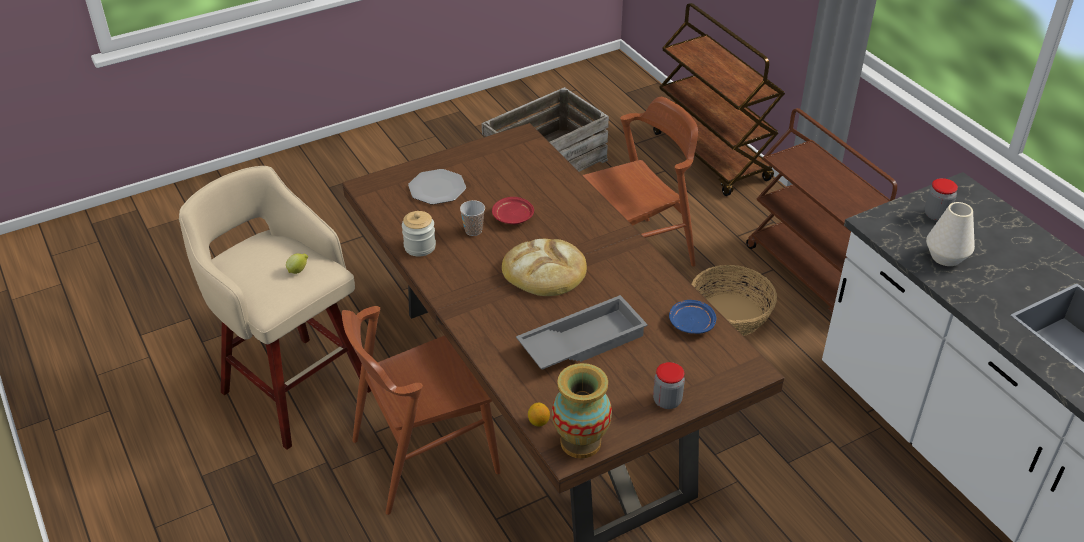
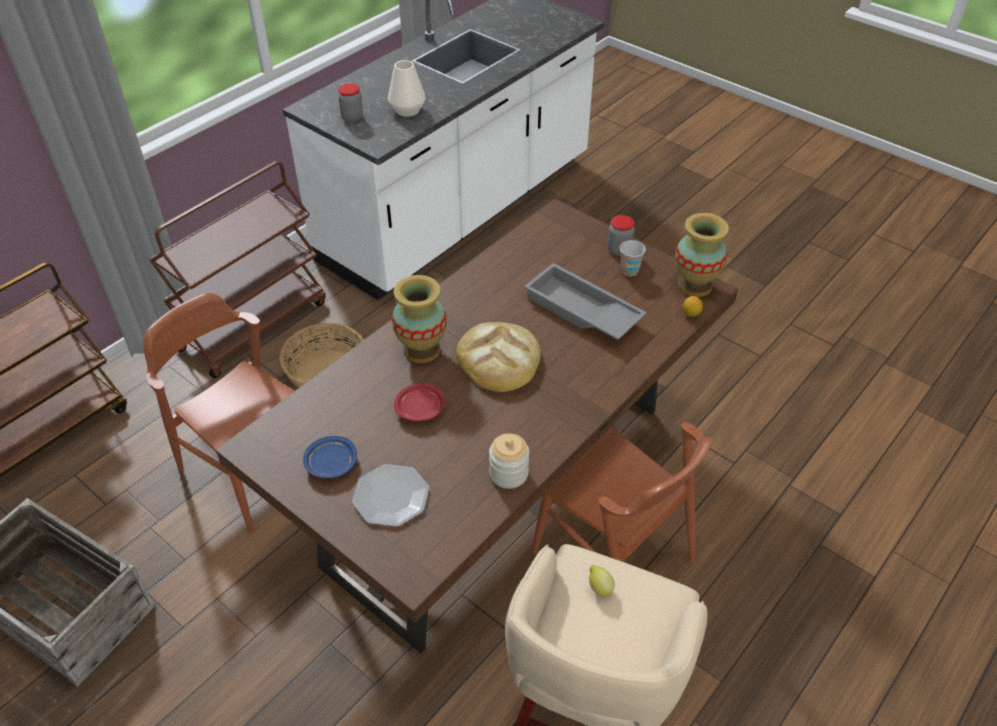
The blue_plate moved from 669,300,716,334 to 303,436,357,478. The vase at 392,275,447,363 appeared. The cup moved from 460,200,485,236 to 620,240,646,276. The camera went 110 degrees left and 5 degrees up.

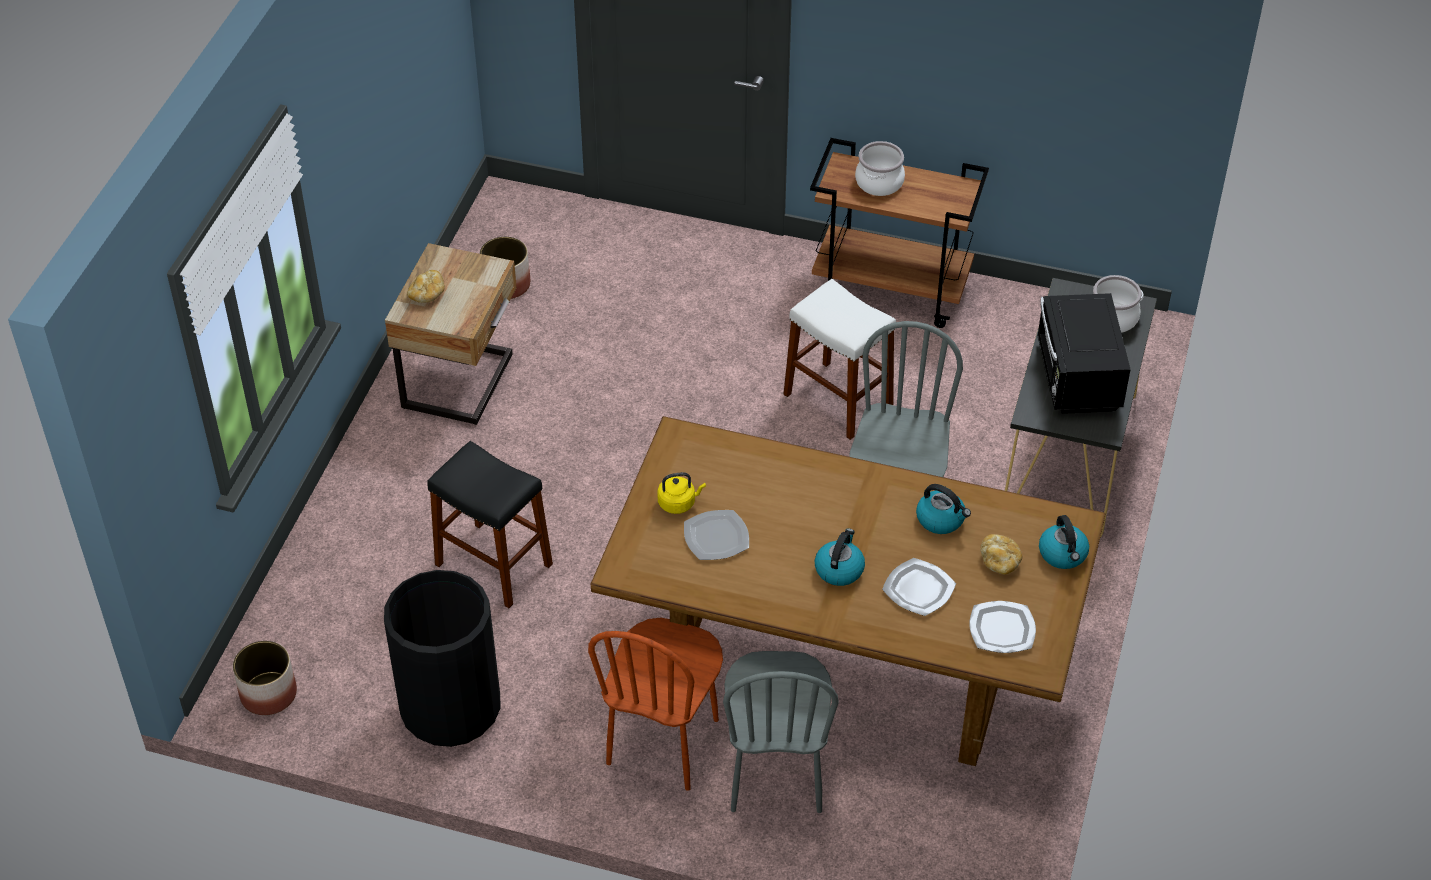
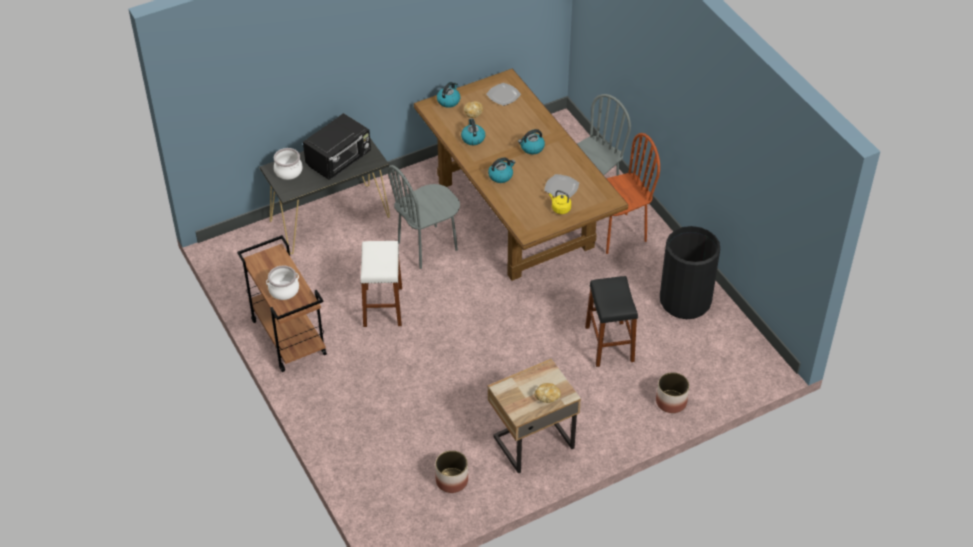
The kettle at 488,158,515,183 appeared. The planter moved from 233,641,297,715 to 656,372,689,413. The plate at 882,558,956,616 disappeared. The camera went 135 degrees left and 0 degrees up.

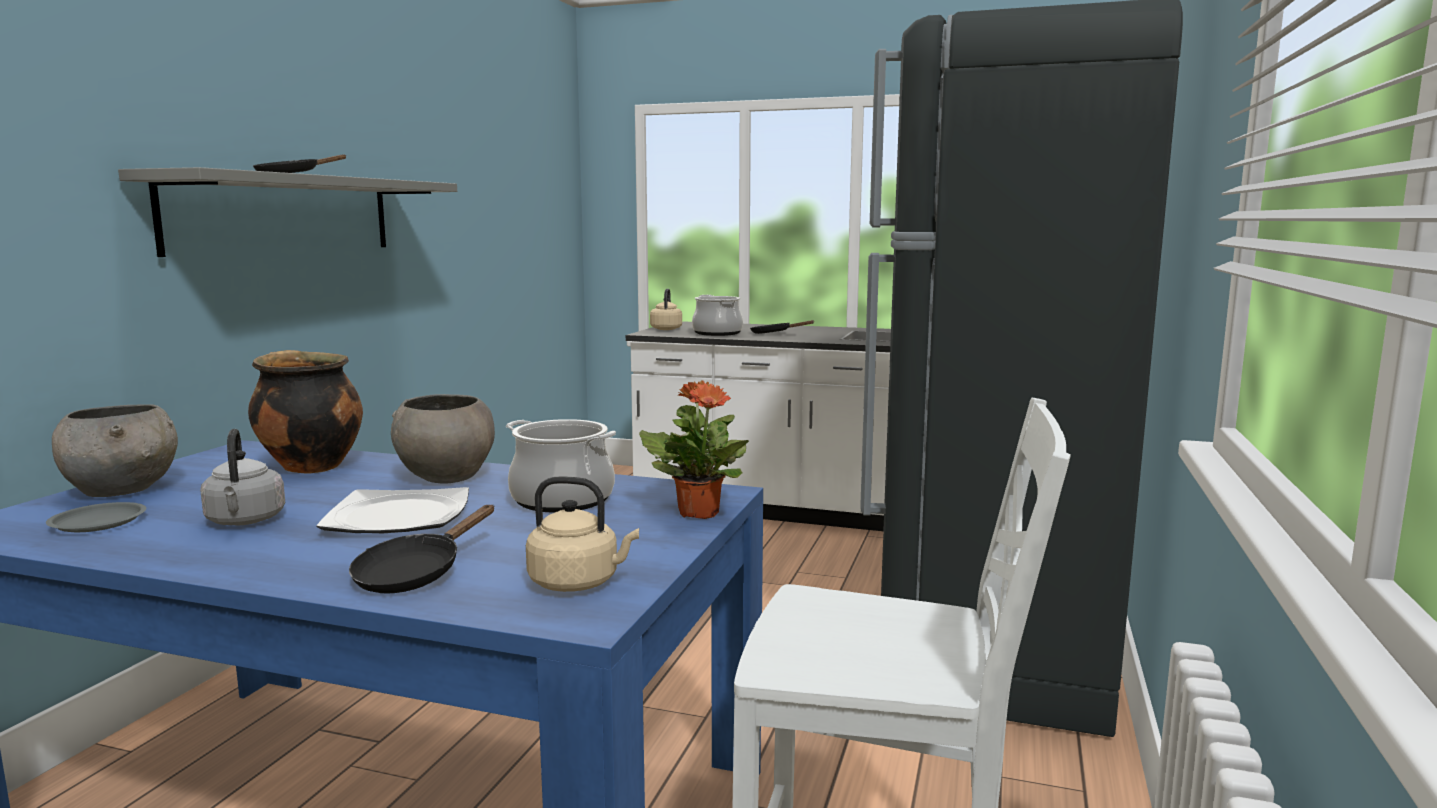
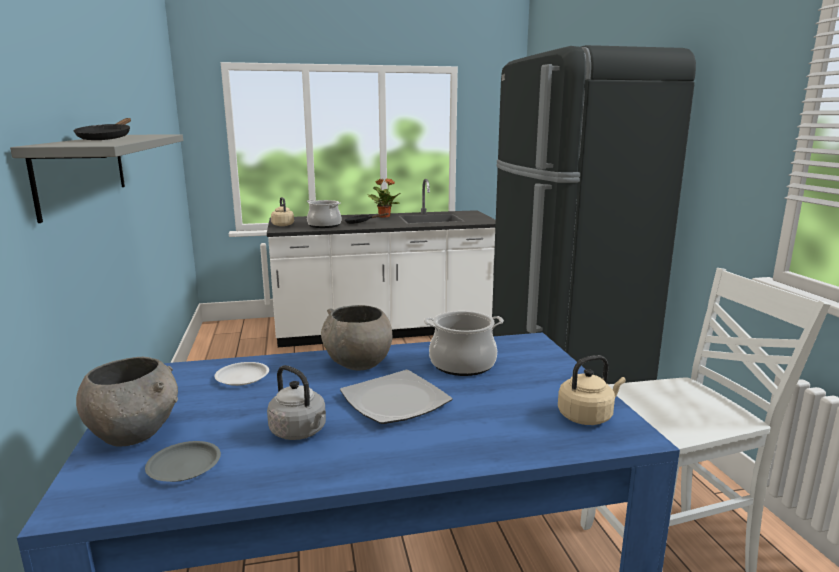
The cooking_pot at 248,350,363,473 was replaced by the white_plate at 214,362,269,386. The potted_plant moved from 639,380,749,519 to 367,178,400,218. The black_frying_pan at 349,505,494,594 disappeared. The camera went 30 degrees left and 5 degrees up.

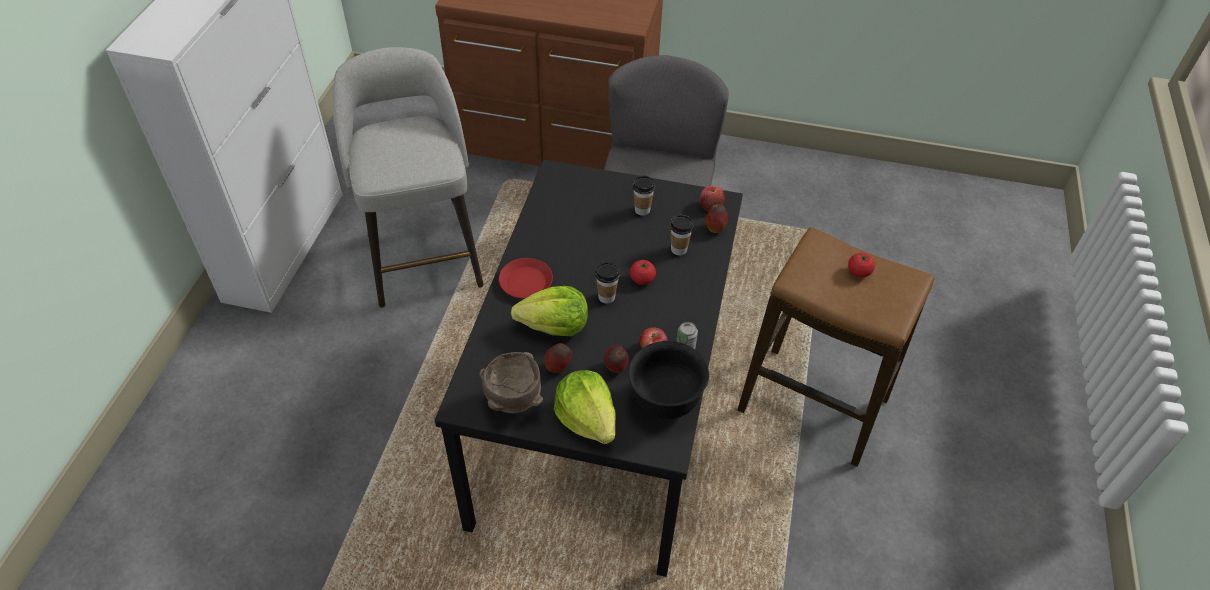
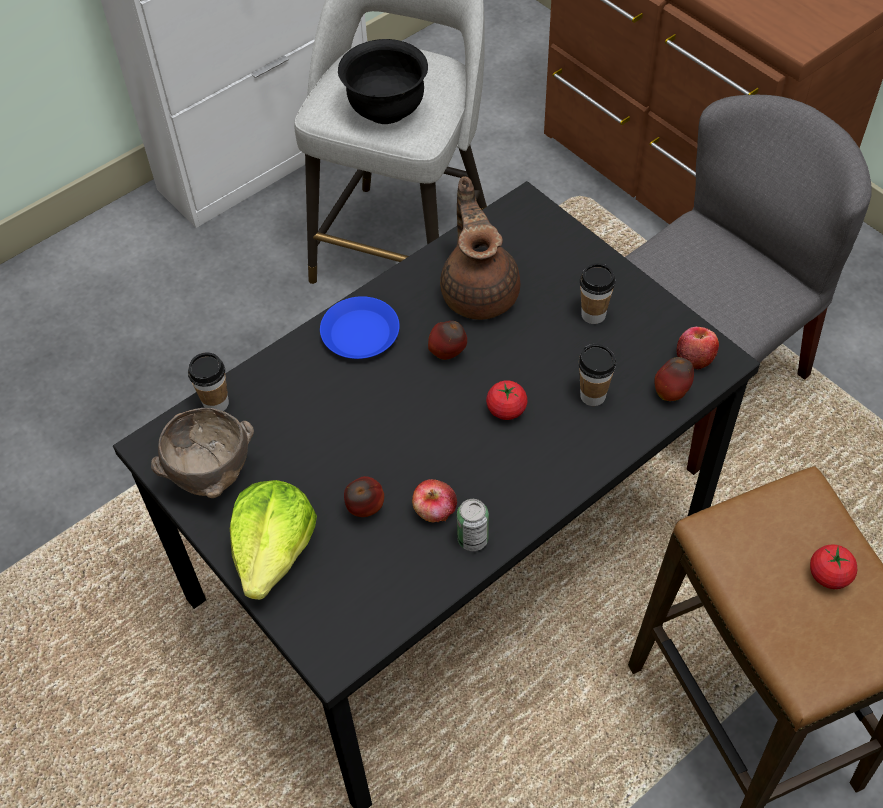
The cup moved from 595,262,620,304 to 188,352,229,411. The red_plate at 499,258,553,299 became the blue_plate at 320,296,400,359. The black_bowl moved from 628,341,709,419 to 338,39,428,124. The apple moved from 544,343,572,373 to 428,321,467,360. The brown_teapot at 440,177,520,320 appeared. The lettuce at 511,286,588,336 disappeared. The camera went 40 degrees right and 5 degrees up.

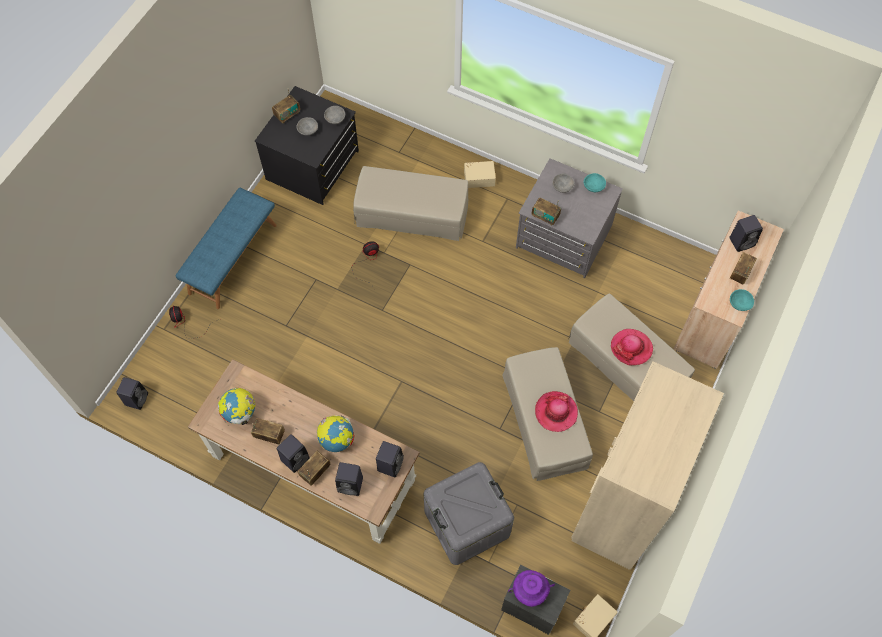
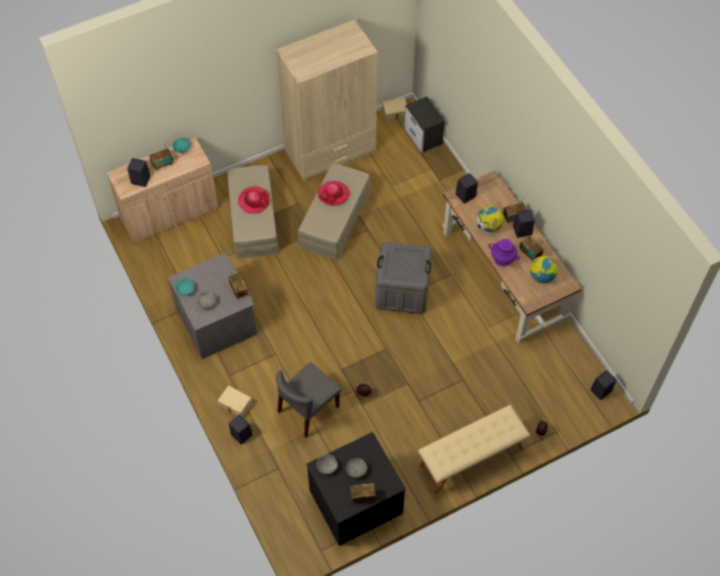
The black_speaker moved from 335,462,363,496 to 229,415,252,445. The beige_ottoman at 353,166,468,241 was replaced by the grey_chair at 276,362,341,438. The grey_storage_box moved from 424,462,514,565 to 375,242,432,314. The blue_bench at 175,188,277,309 became the beige_bench at 418,405,530,493. The purple_vase moved from 508,570,555,607 to 489,239,520,266. The camera went 145 degrees left and 5 degrees down.

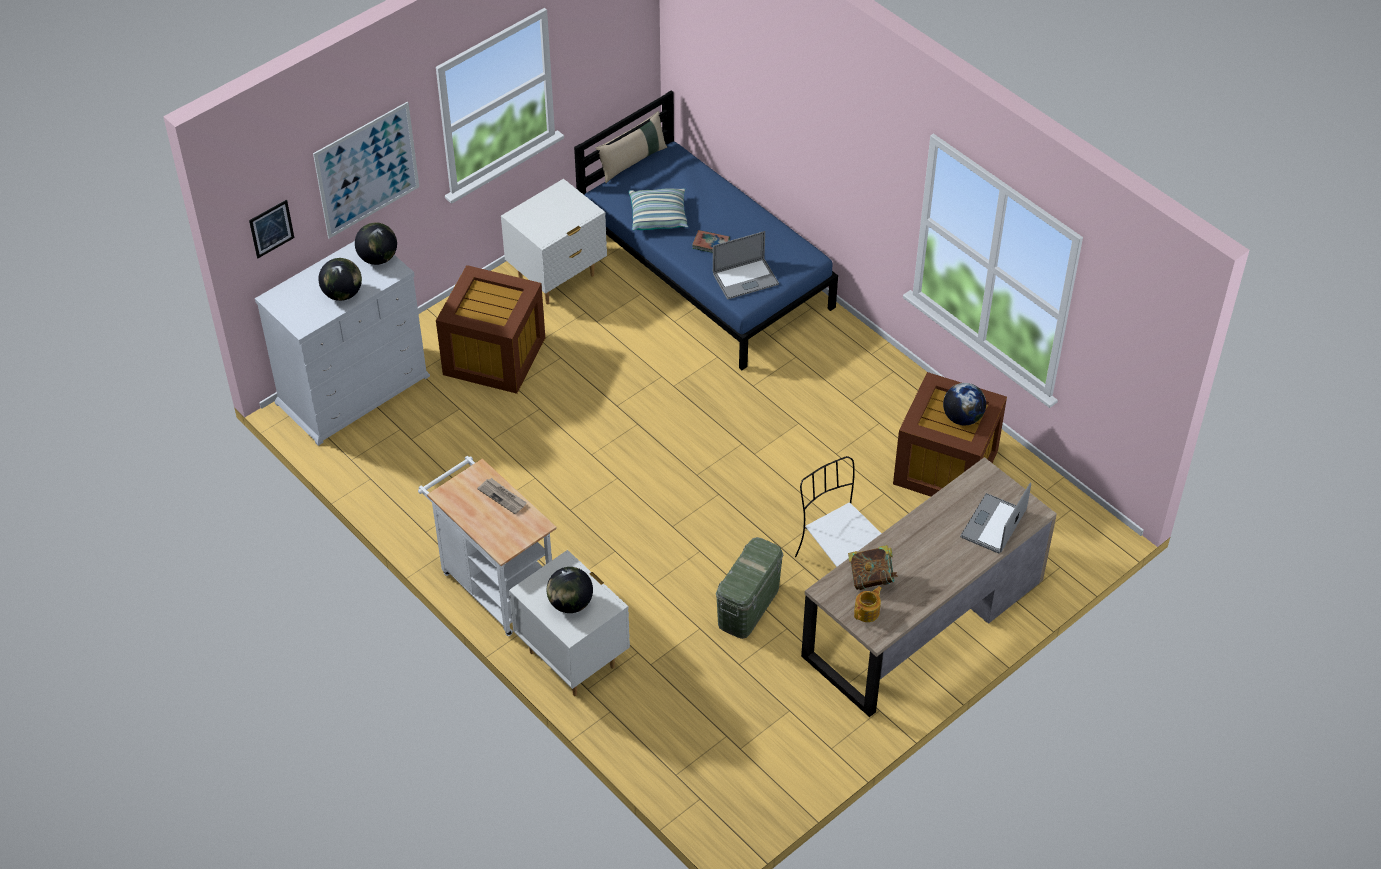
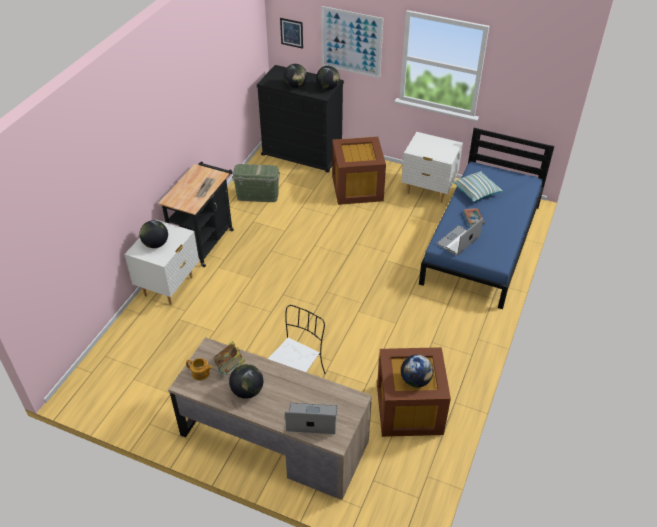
The white_cart at 418,456,557,636 became the black_cart at 159,162,234,267. The globe at 229,364,263,399 appeared. The green_storage_box moved from 716,537,783,639 to 232,164,280,202. The white_dresser at 255,241,430,446 became the black_dresser at 257,65,344,173. The laptop at 713,231,779,299 turned 90 degrees clockwise. The beige_pillow at 596,111,667,183 disappeared. The camera went 65 degrees right and 5 degrees down.

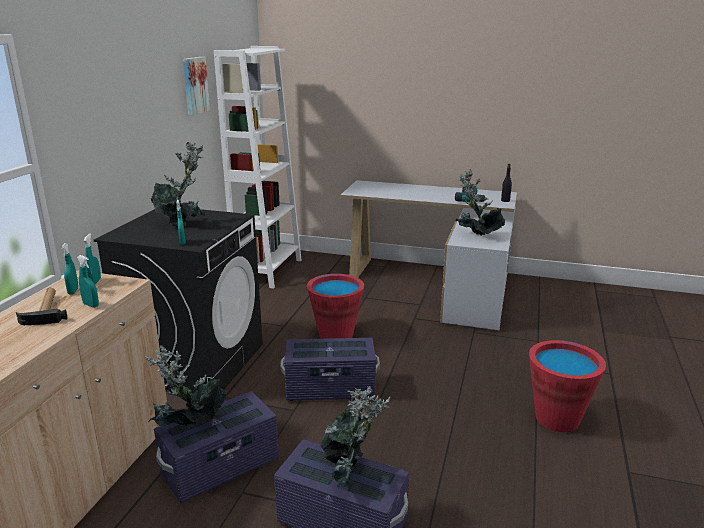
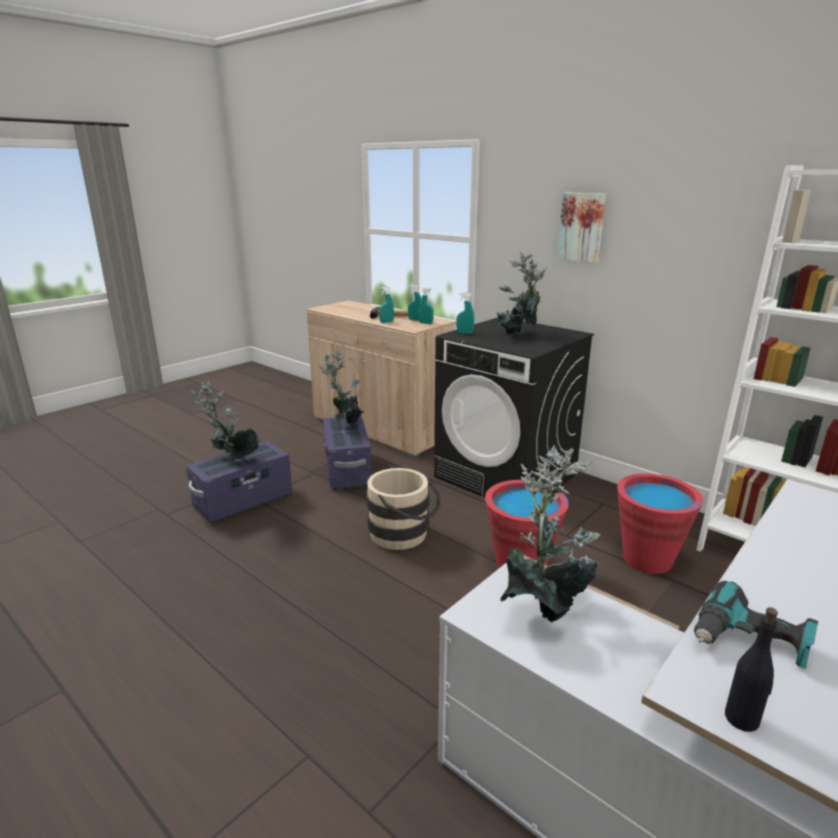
The purple_storage_box at 280,338,380,401 was replaced by the beige_bucket at 366,468,440,550. The picture moved from 183,57,210,115 to 557,192,606,263. The red_bucket moved from 529,340,606,432 to 617,473,703,574. The camera went 115 degrees right and 0 degrees up.

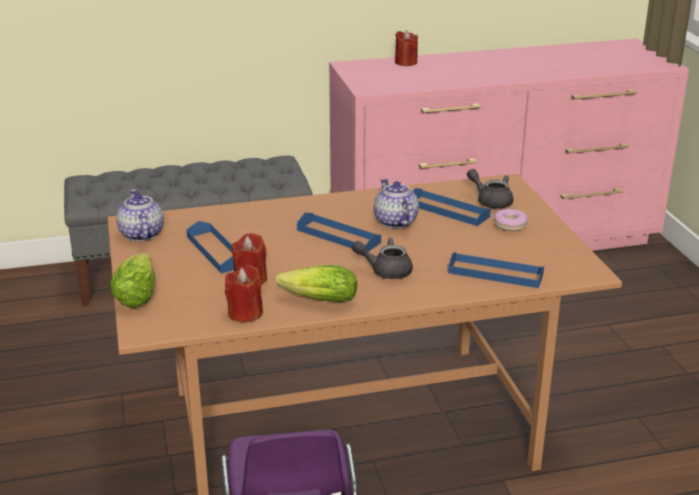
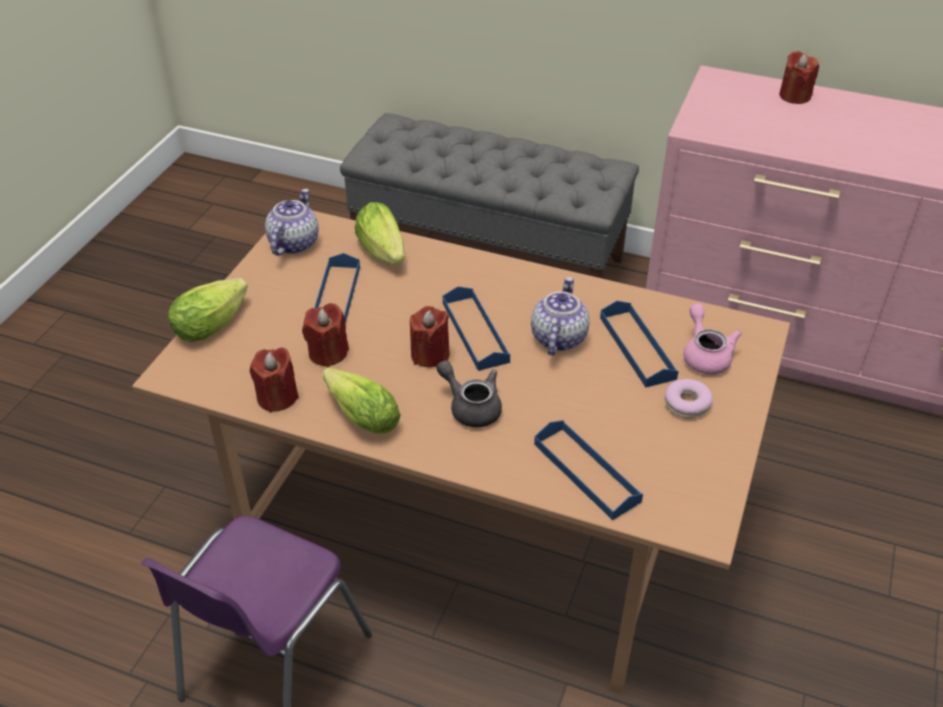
The lettuce at 355,202,404,265 appeared. The red_candle at 410,306,450,368 appeared. The grey_teapot at 467,169,513,209 became the pink_teapot at 684,304,742,374. The camera went 35 degrees right and 15 degrees up.

